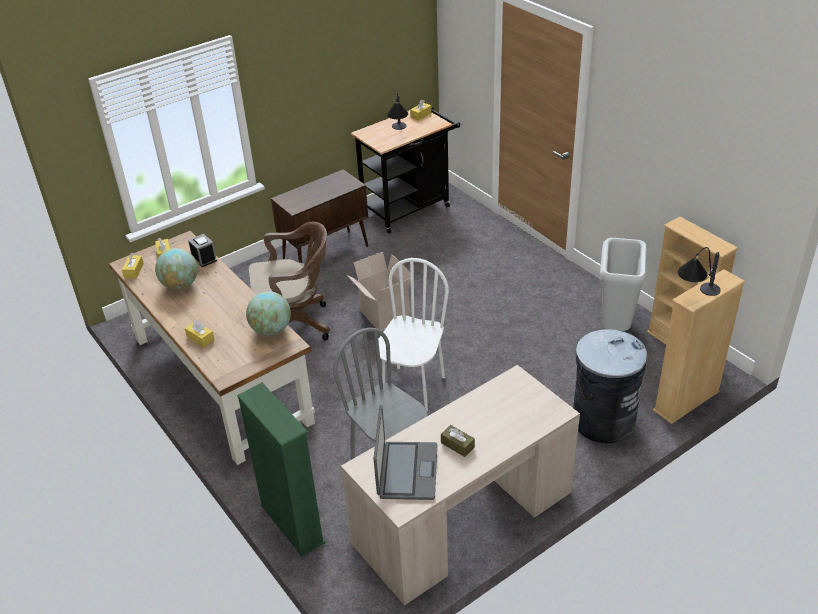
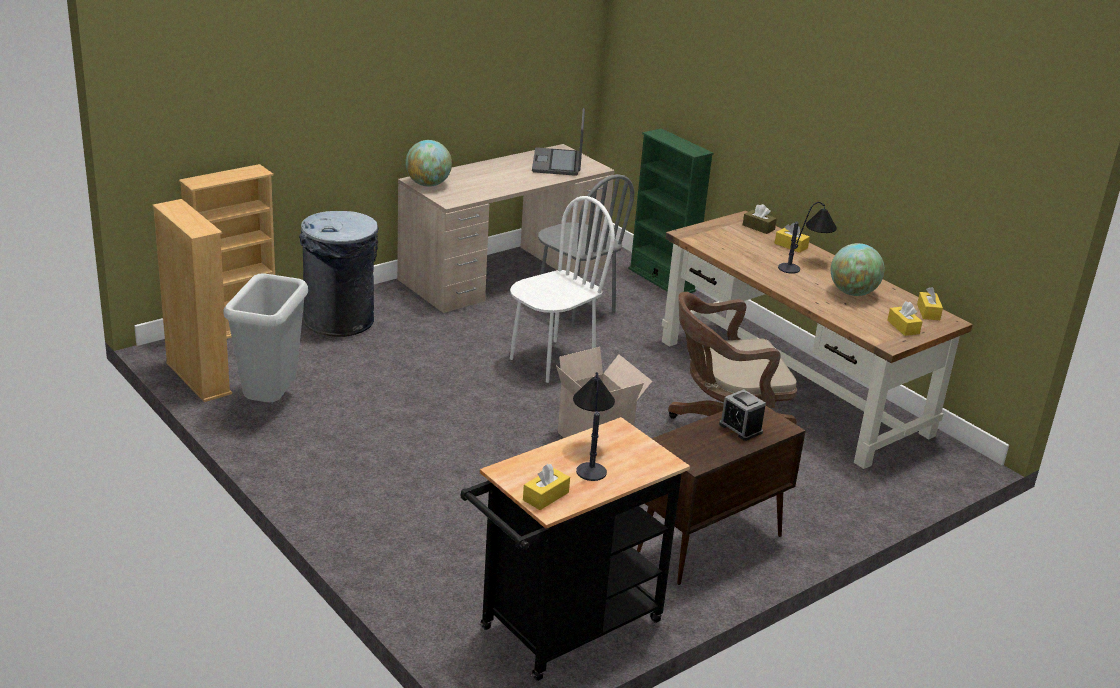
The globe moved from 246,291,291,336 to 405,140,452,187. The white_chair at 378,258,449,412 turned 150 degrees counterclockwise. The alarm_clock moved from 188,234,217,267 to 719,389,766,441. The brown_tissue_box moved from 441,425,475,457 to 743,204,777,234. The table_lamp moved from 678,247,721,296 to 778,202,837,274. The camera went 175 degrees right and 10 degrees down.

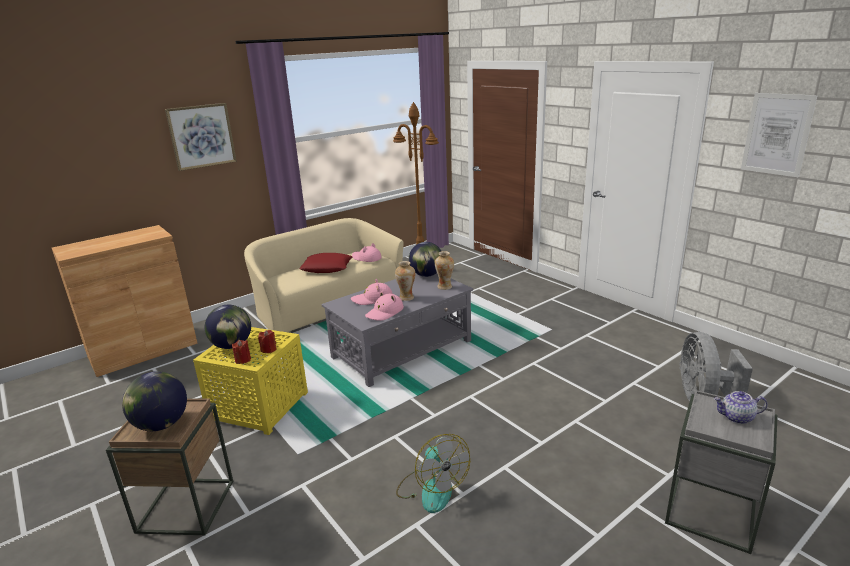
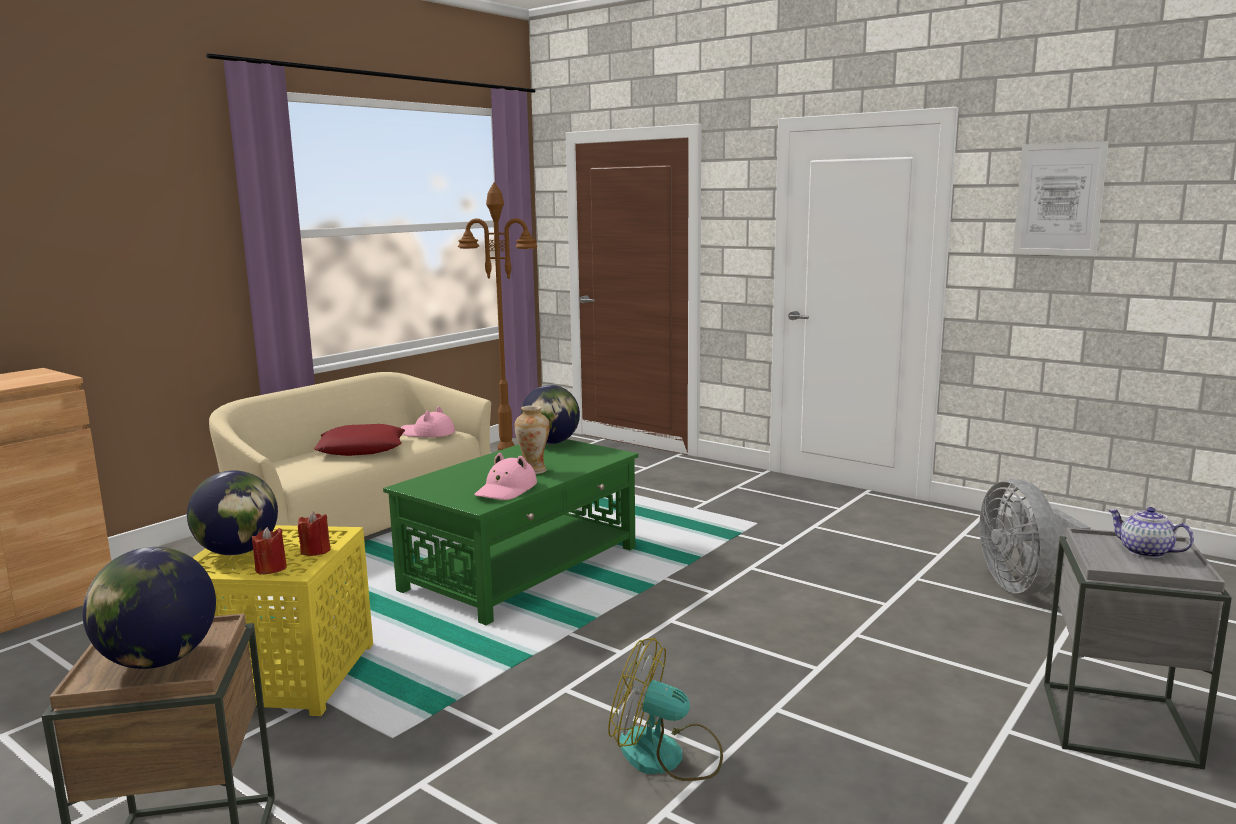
The grey_coffee_table at 321,273,473,387 became the green_coffee_table at 383,439,639,625. The fan at 396,434,470,513 turned 150 degrees clockwise. The teapot at 714,391,767,424 turned 60 degrees clockwise. The picture at 165,103,237,171 disappeared. The pink_hat at 351,279,393,305 disappeared. The vase at 435,251,454,290 disappeared. The camera went 15 degrees left and 10 degrees down.

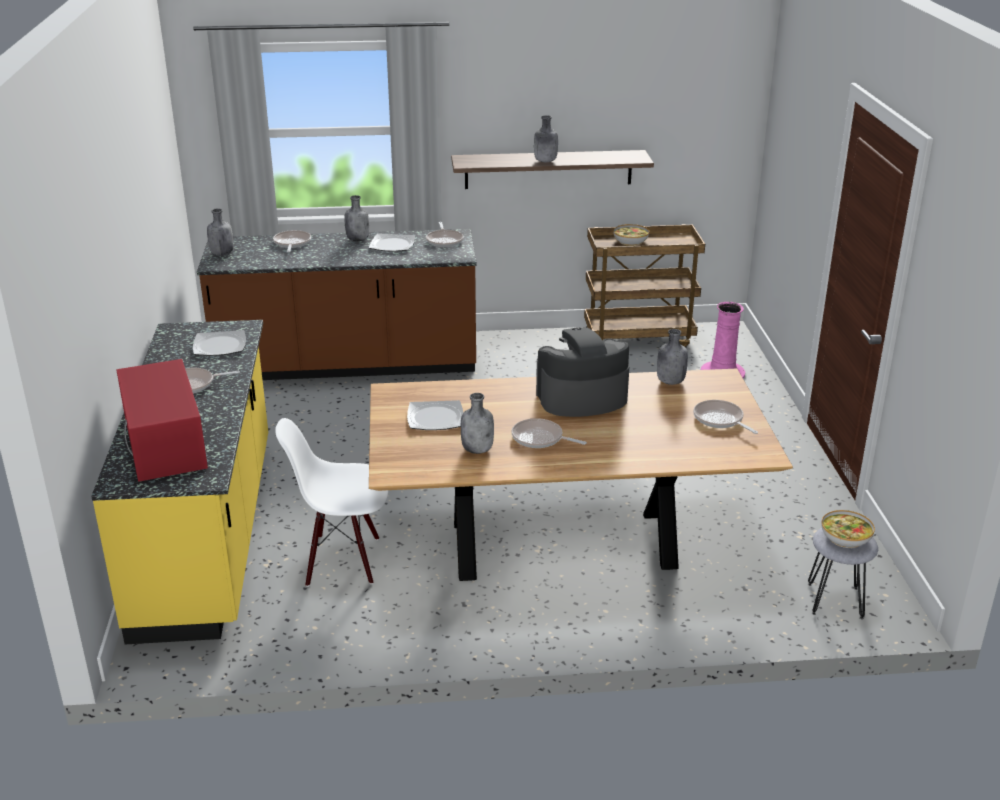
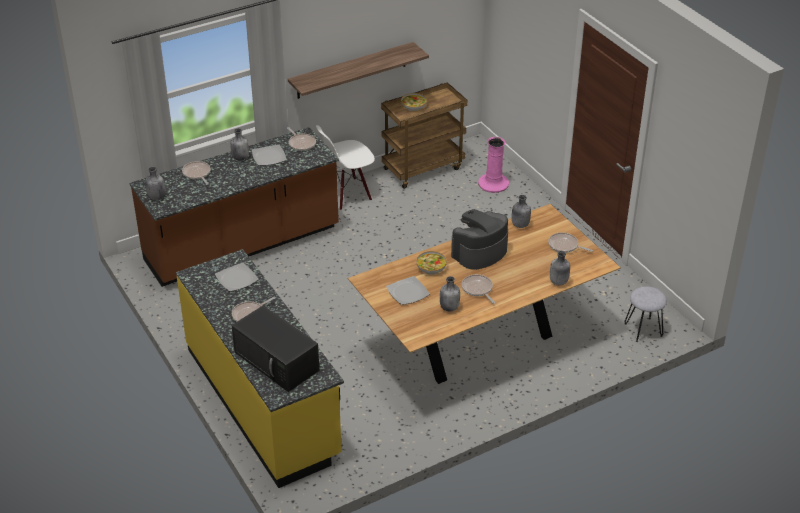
The red_microwave at 116,359,208,482 became the black_microwave at 232,305,320,392. The white_chair moved from 275,418,388,587 to 316,125,375,210. The bowl moved from 821,510,875,548 to 416,251,447,275. The frying_pan at 512,418,587,448 turned 60 degrees clockwise. The grey_bottle moved from 534,115,558,162 to 550,251,570,285. The camera went 25 degrees left and 10 degrees up.

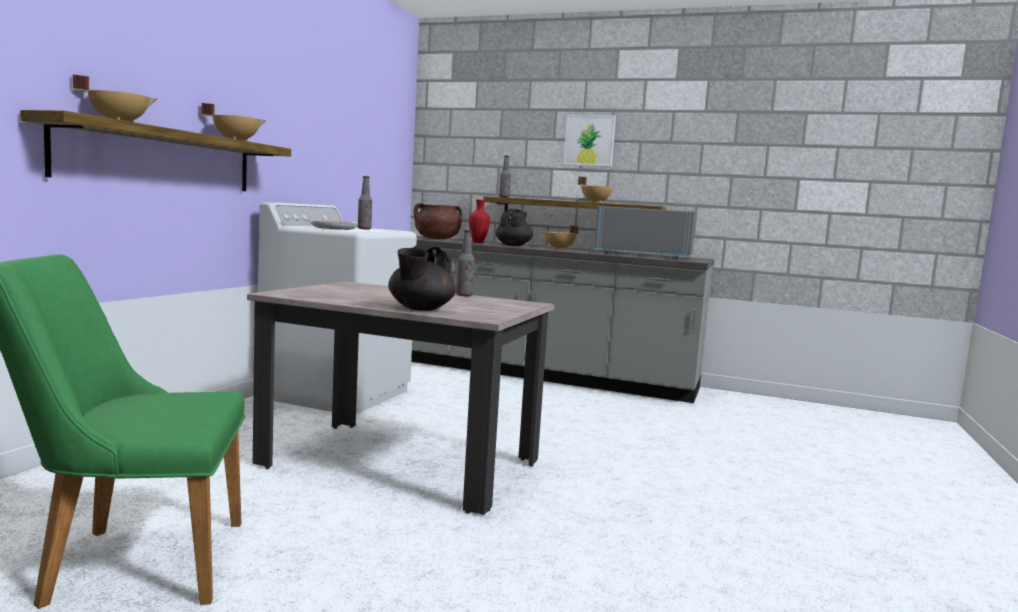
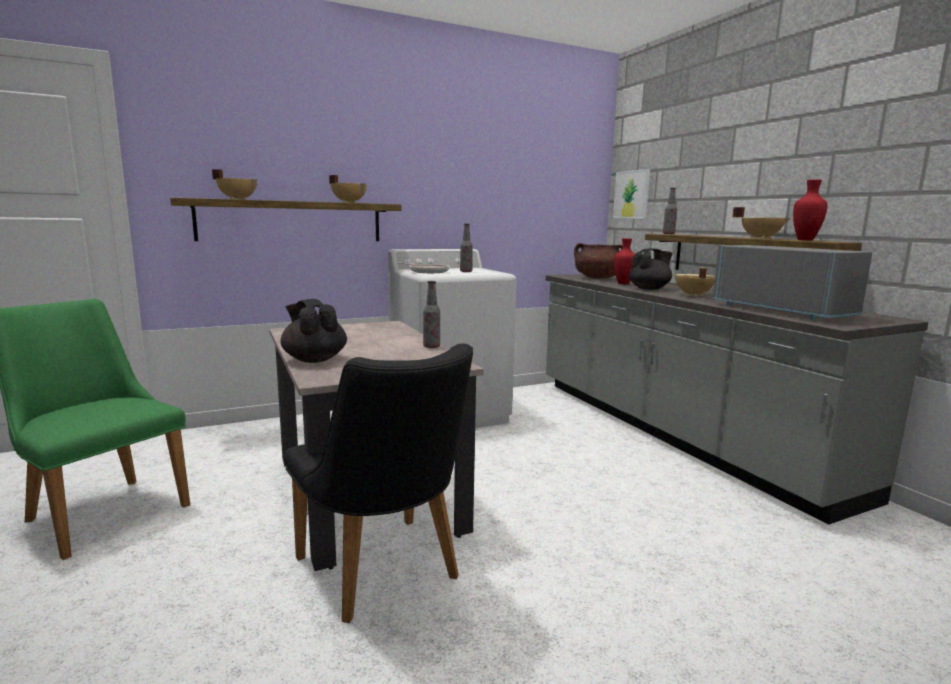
The black_teapot at 388,244,456,311 turned 75 degrees clockwise. The black_chair at 285,343,473,623 appeared. The picture moved from 563,115,616,167 to 613,169,650,219. The red_vase at 793,180,828,241 appeared. The camera went 45 degrees right and 5 degrees up.

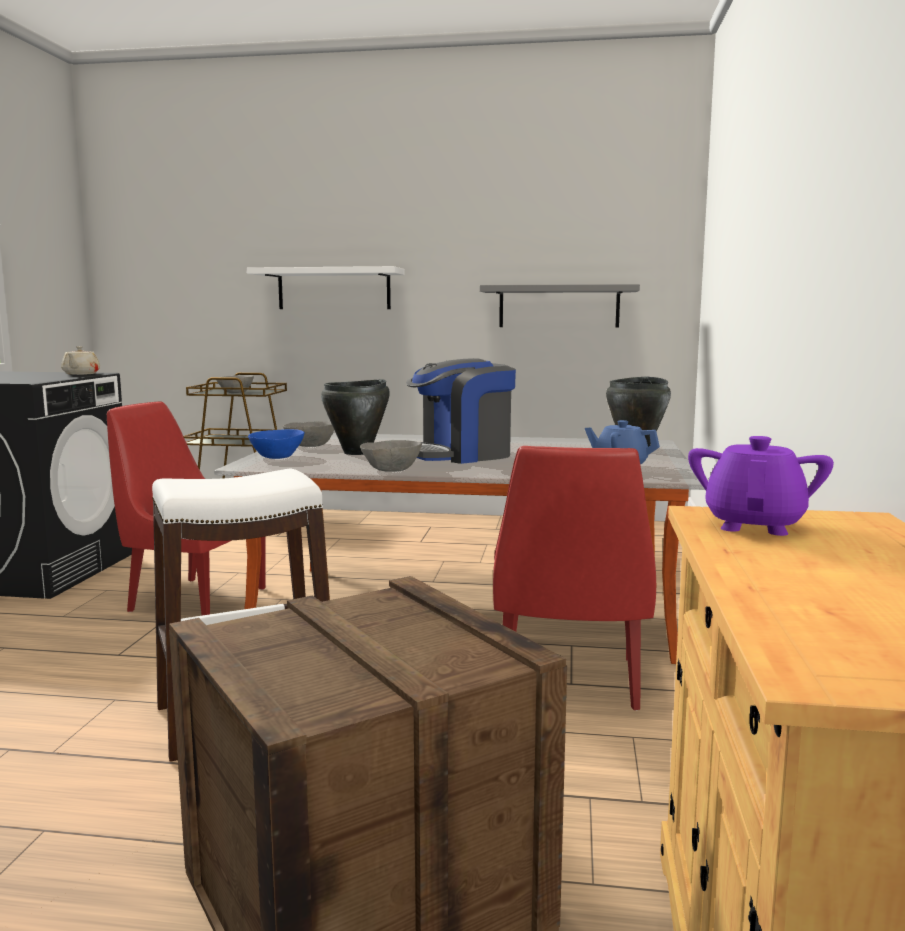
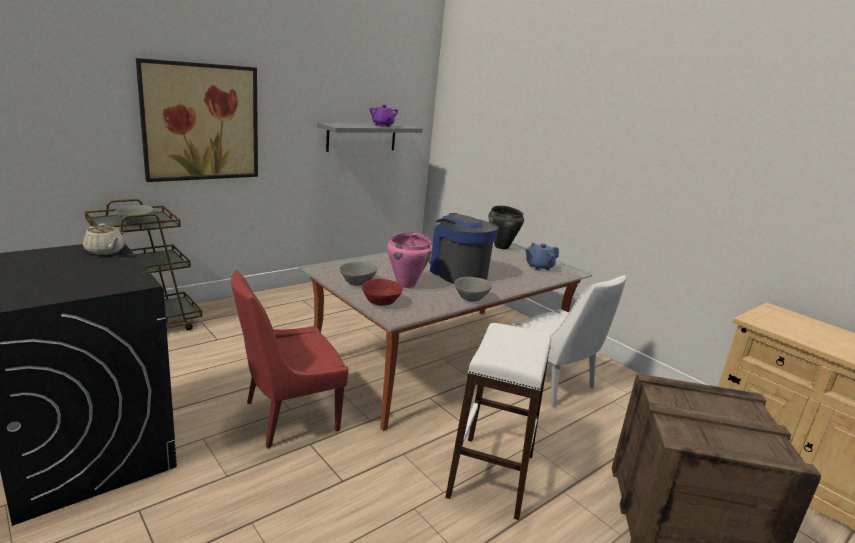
The white_shelf at 247,266,405,309 was replaced by the picture at 136,58,258,182. The blue_bowl at 248,429,305,459 became the red_bowl at 362,279,402,306. The purple_teapot moved from 688,436,834,536 to 369,105,398,127. The black_cooking_pot at 321,379,390,455 became the pink_cooking_pot at 387,232,432,288. The coffee_machine at 406,358,516,464 turned 135 degrees clockwise. The red_chair at 493,446,656,710 became the white_chair at 511,275,627,408. The camera went 50 degrees left and 10 degrees up.

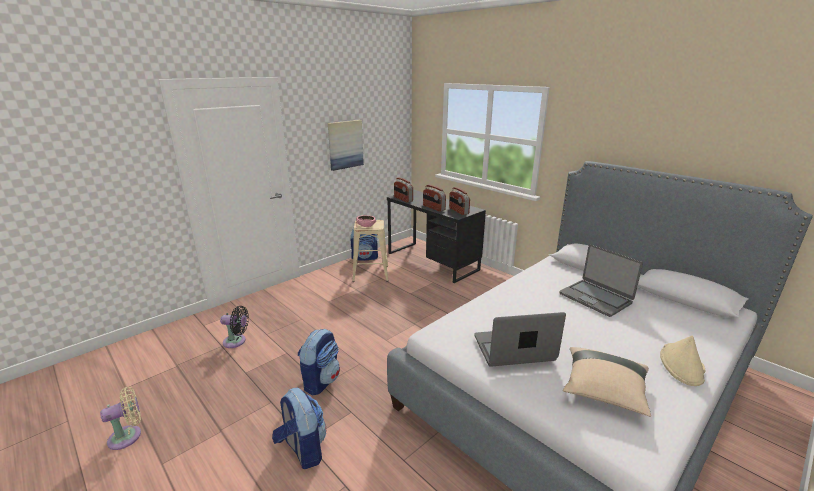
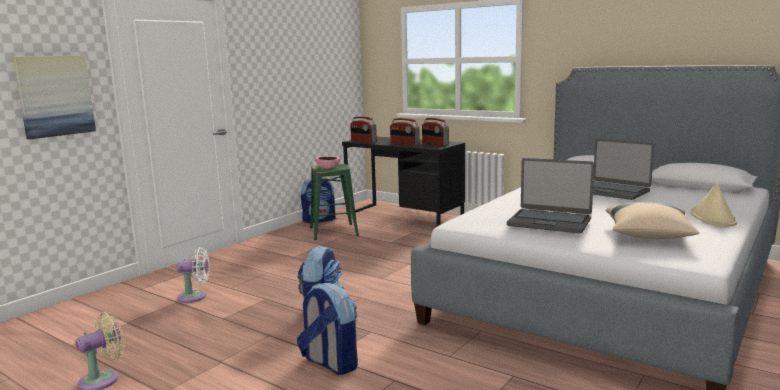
The picture moved from 328,120,364,171 to 13,55,96,139. The black_fan at 220,306,249,348 became the white_fan at 177,248,209,303. The beige_stool at 352,220,388,282 became the green_stool at 310,164,359,240. The laptop at 474,312,566,367 turned 135 degrees counterclockwise. The camera went 10 degrees left and 10 degrees down.

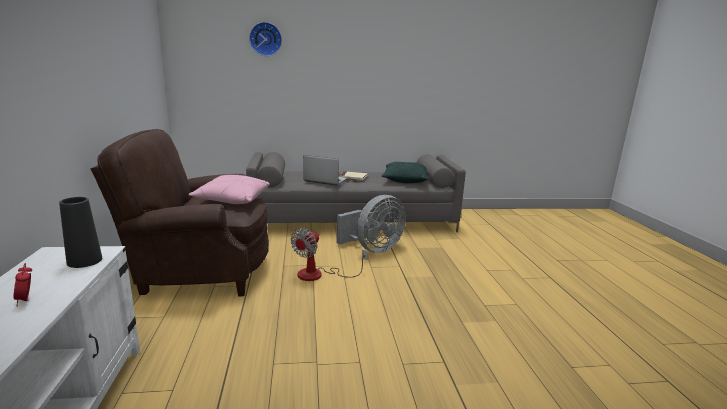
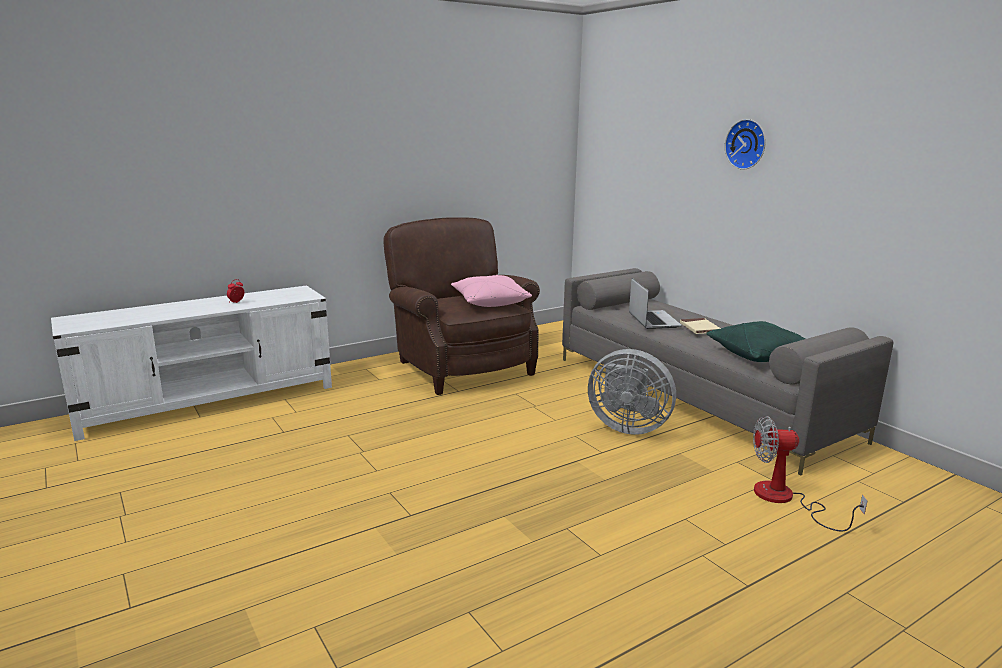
The wall_clock moved from 249,22,282,56 to 725,119,766,170. The fan moved from 291,228,368,281 to 753,416,867,532. The black_vase at 59,197,102,268 disappeared. The camera went 65 degrees right and 0 degrees up.

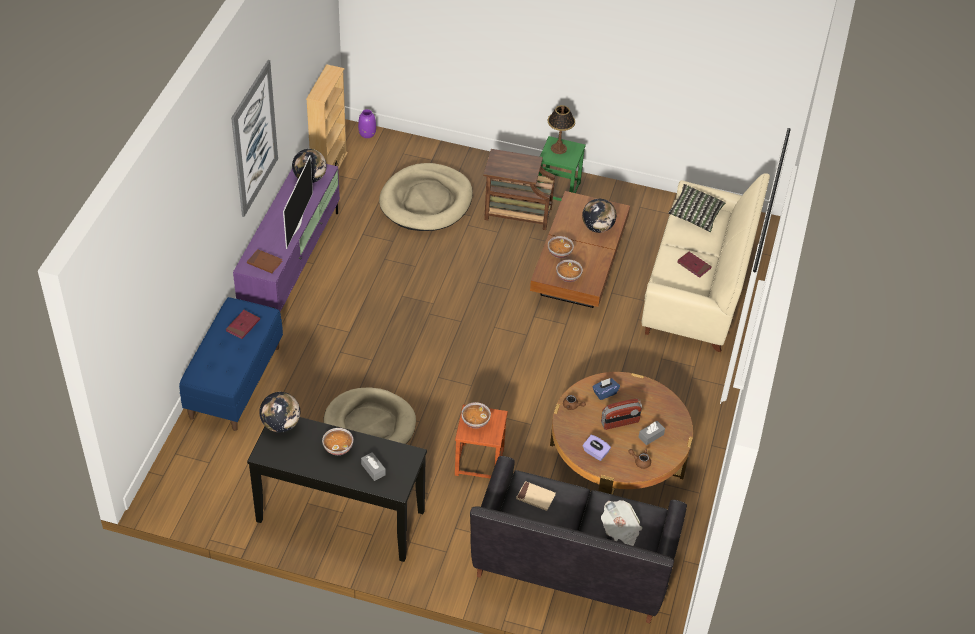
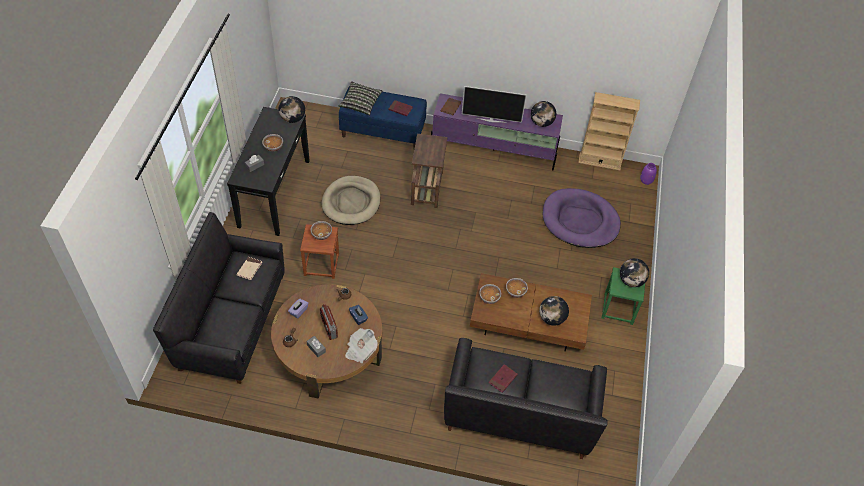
The pillow moved from 668,184,725,232 to 339,81,383,116. The newspaper moved from 601,500,642,546 to 345,328,378,363. The brown_side_table moved from 483,149,555,230 to 411,134,448,208. The beige_sofa at 642,173,770,352 became the black_sofa at 444,338,608,459. The beige_dog_bed at 379,163,473,231 became the purple_dog_bed at 542,188,621,248. The table_lamp at 548,105,575,154 was replaced by the globe at 620,258,649,287. The picture at 231,60,278,217 disappeared. The camera went 85 degrees right and 5 degrees up.

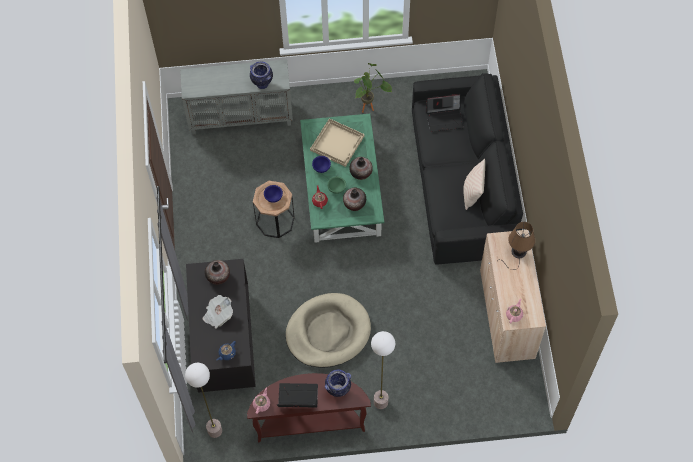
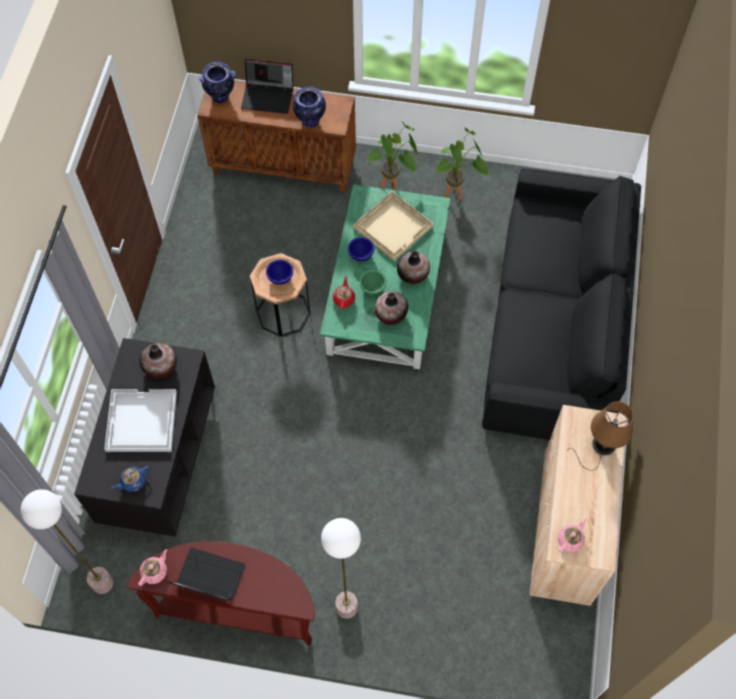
The newspaper at 202,295,233,329 was replaced by the white_tray at 104,389,177,452. The grey_cabinet at 180,59,293,135 became the brown_cabinet at 197,80,356,192. The vase moved from 325,369,351,397 to 199,62,236,103. The laptop moved from 427,94,464,132 to 241,59,293,114. The potted_plant at 367,122,418,190 appeared. The beige_dog_bed at 286,293,371,368 disappeared. The beige_pillow at 463,159,485,210 disappeared. The camera went 15 degrees right and 0 degrees up.

